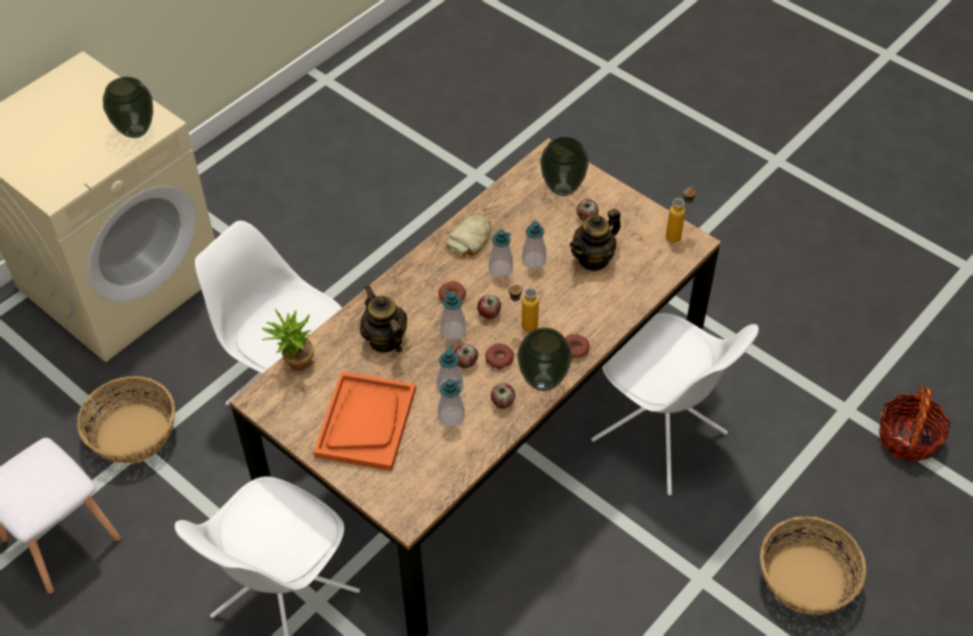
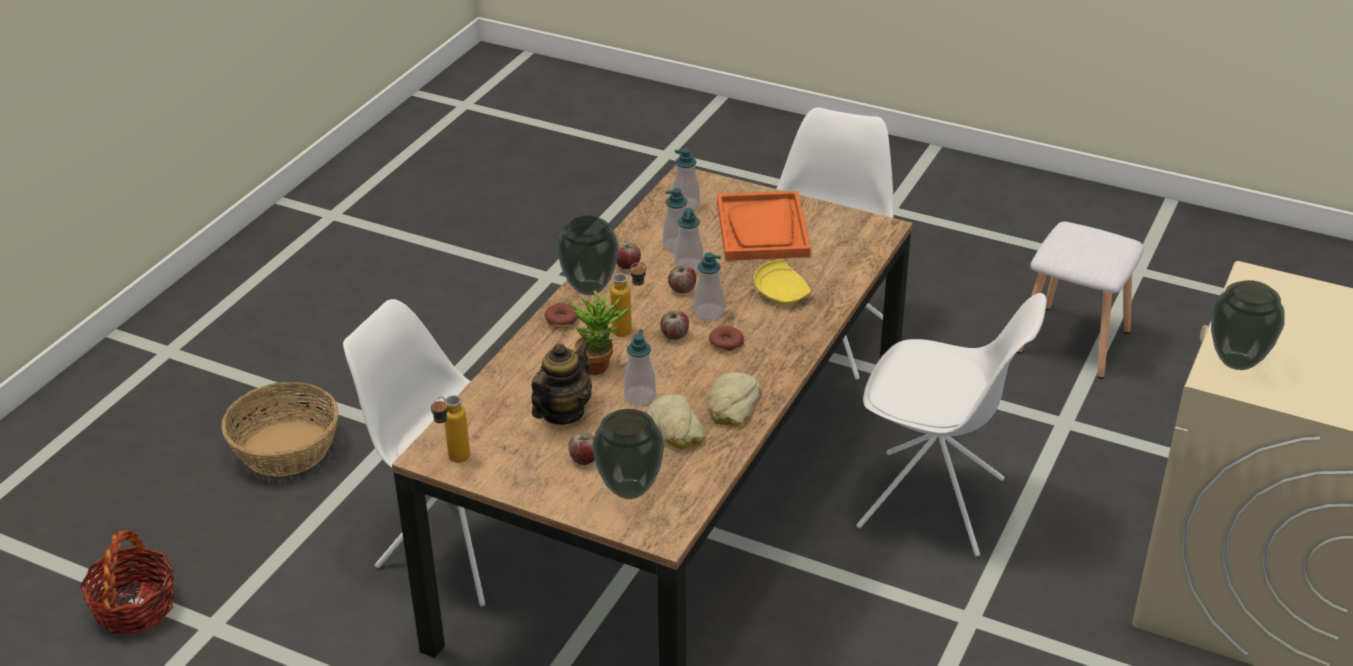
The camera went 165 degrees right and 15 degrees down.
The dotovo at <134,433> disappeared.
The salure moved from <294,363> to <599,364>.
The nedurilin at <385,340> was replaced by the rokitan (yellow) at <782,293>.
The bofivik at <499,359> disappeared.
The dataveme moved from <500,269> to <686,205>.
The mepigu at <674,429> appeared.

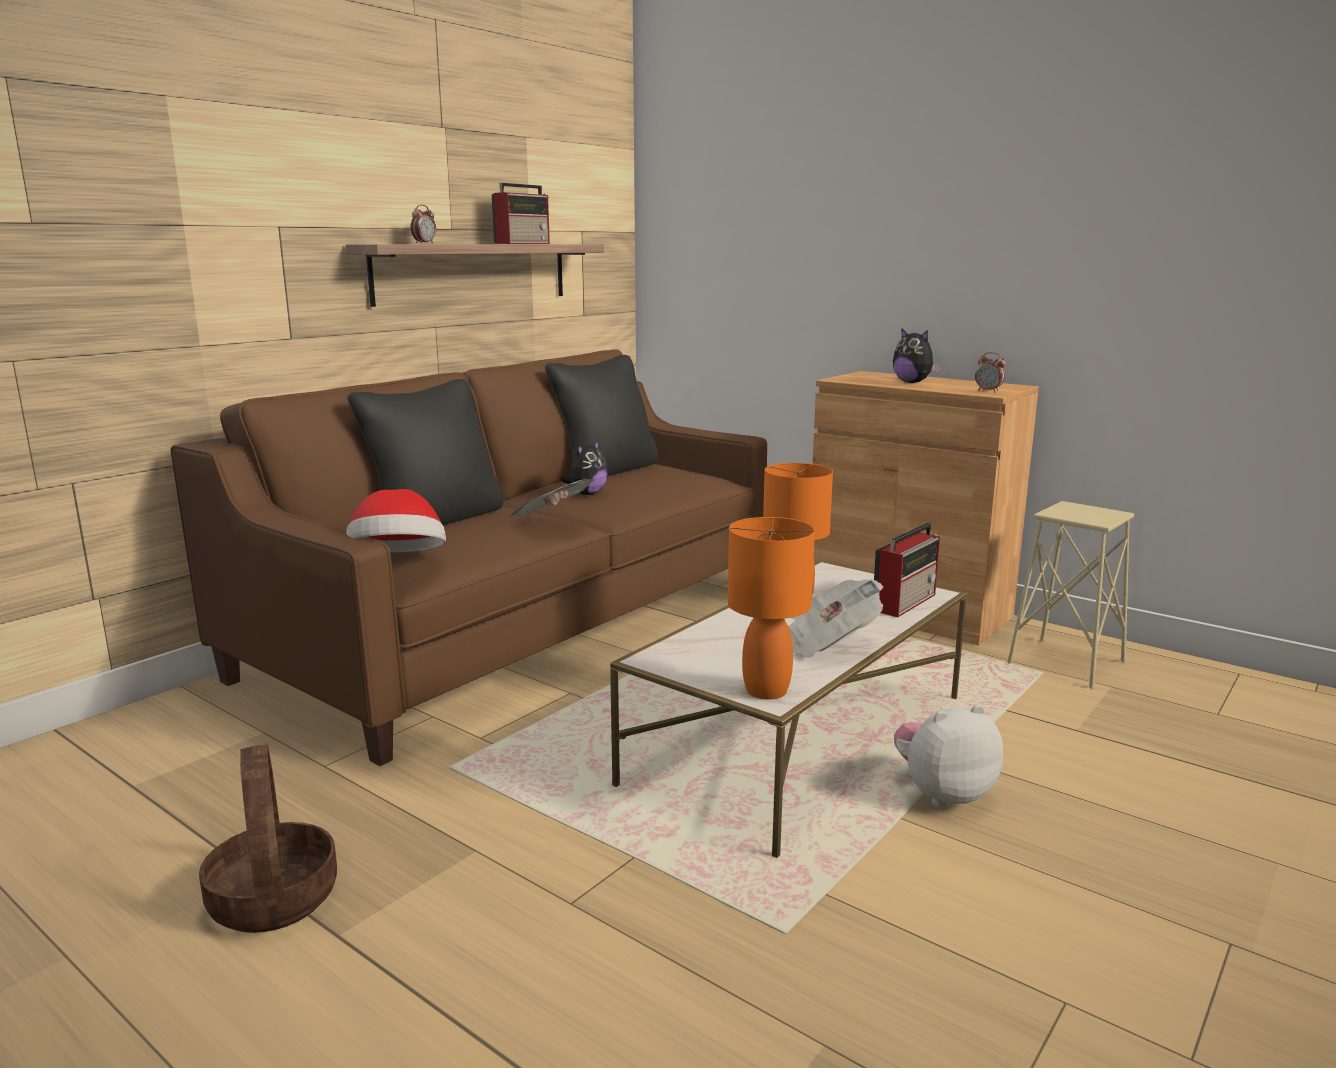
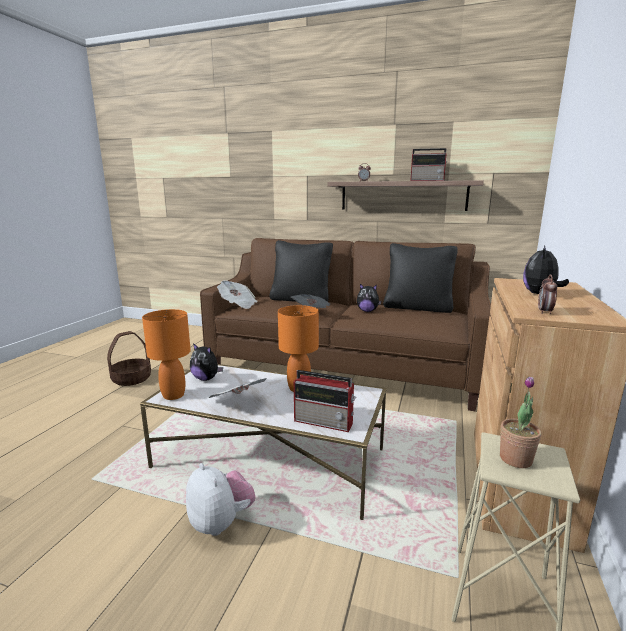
The camera went 70 degrees right and 0 degrees up.
The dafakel at <399,564> was replaced by the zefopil at <238,304>.
The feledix at <206,378> appeared.
The salure at <515,459> appeared.

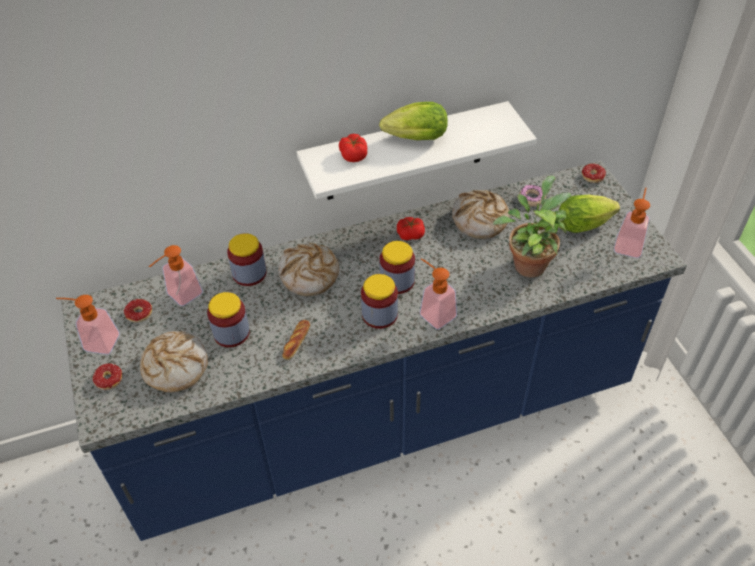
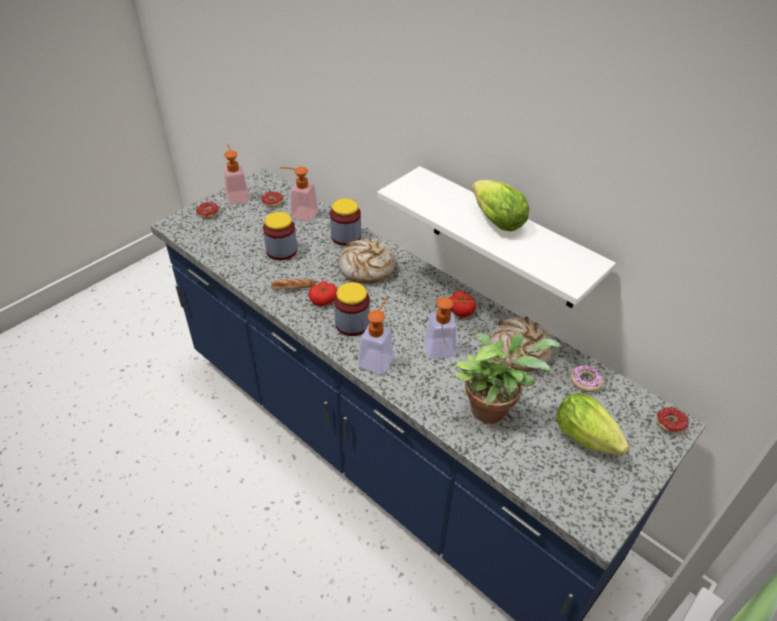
The camera went 60 degrees right and 5 degrees down.
The mepigu at <175,366> disappeared.
The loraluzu moved from <353,155> to <324,300>.
The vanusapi at <397,281> disappeared.
The dataveme moved from <629,243> to <446,348>.

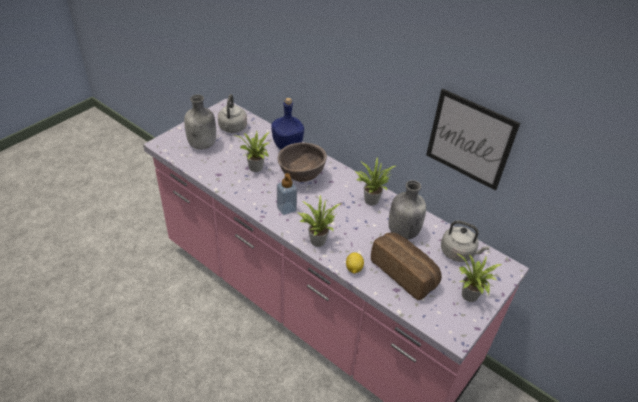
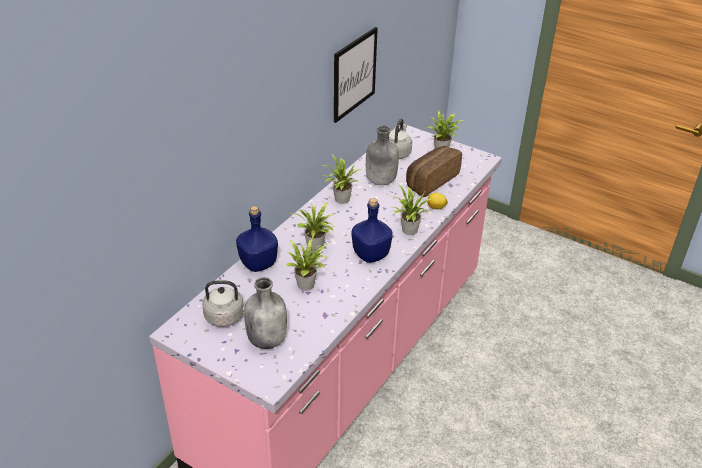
The camera went 95 degrees left and 5 degrees down.
The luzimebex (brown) at <301,177> was replaced by the salure at <315,248>.
The dataveme at <286,209> was replaced by the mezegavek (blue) at <370,254>.

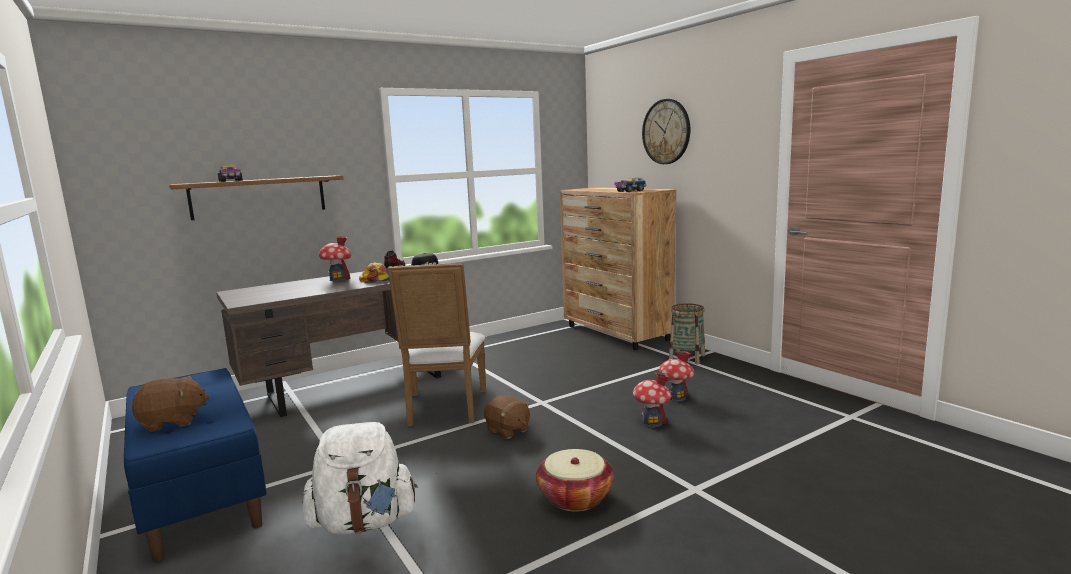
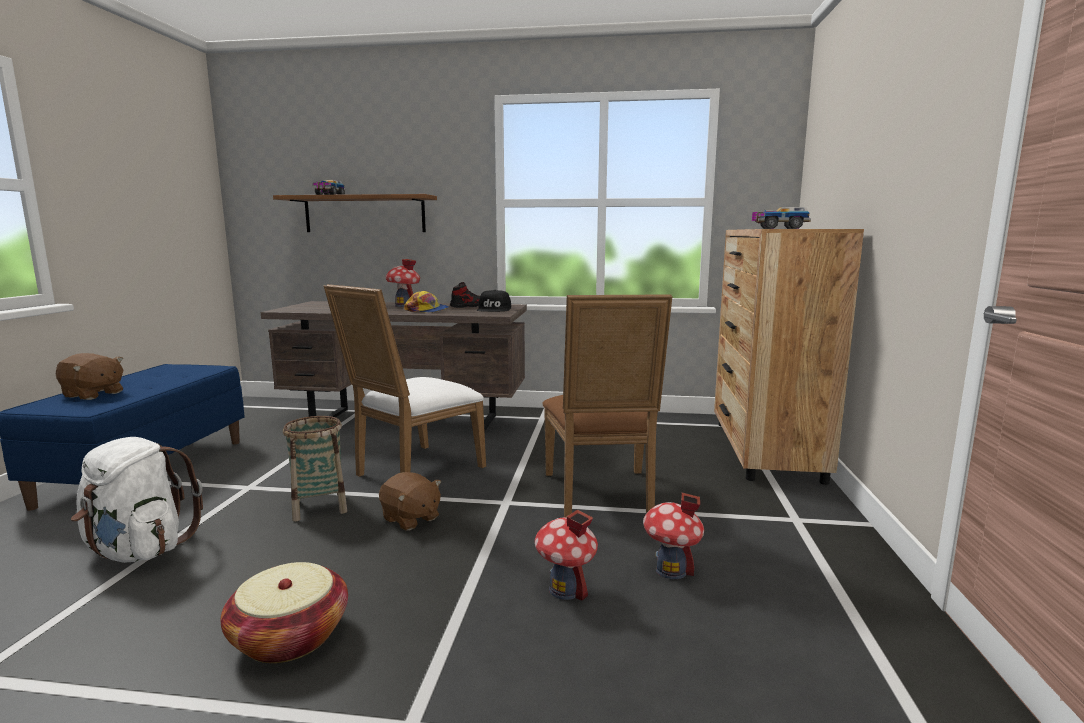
The camera went 40 degrees right and 0 degrees up.
The feledix (brown) at <507,430> turned 45 degrees counterclockwise.
The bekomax at <666,132> disappeared.
The dotovo moved from <687,358> to <319,506>.
The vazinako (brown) at <601,496> appeared.

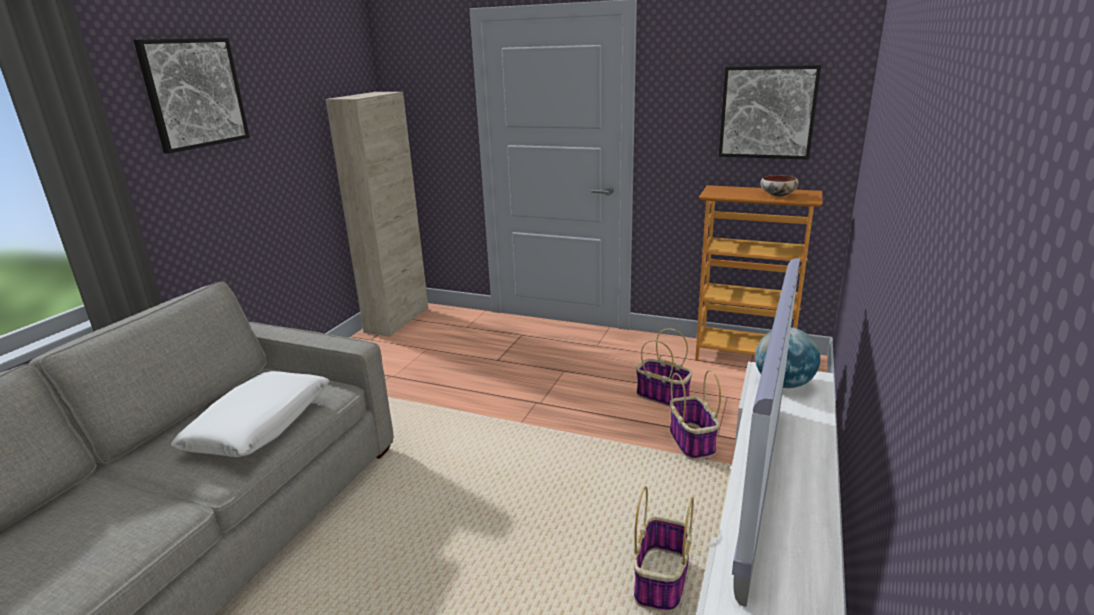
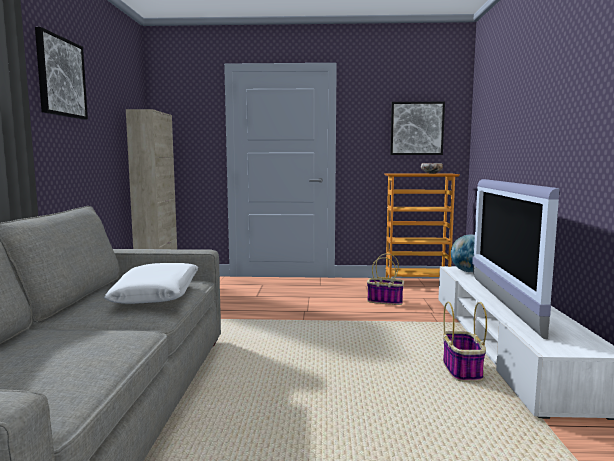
The camera went 20 degrees left and 15 degrees down.
The dotovo at <692,442> disappeared.

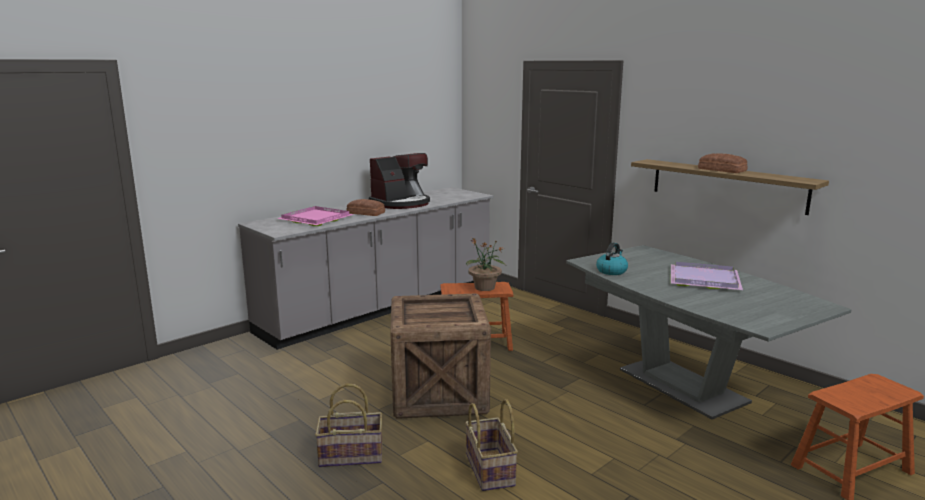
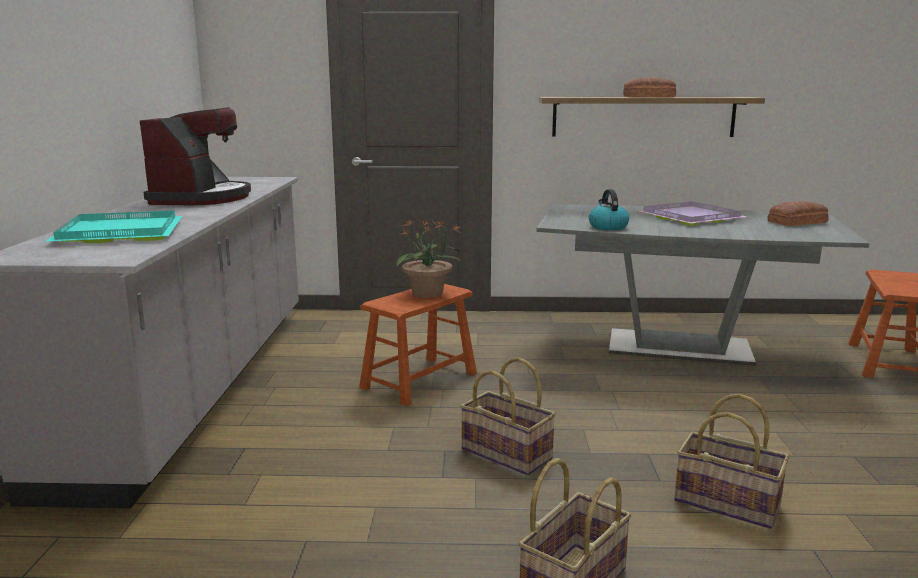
The camera went 45 degrees left and 0 degrees up.
The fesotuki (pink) at <316,219> became the fesotuki (turquoise) at <121,233>.
The mepigu moved from <366,213> to <798,222>.
The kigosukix at <440,395> was replaced by the dotovo at <507,453>.

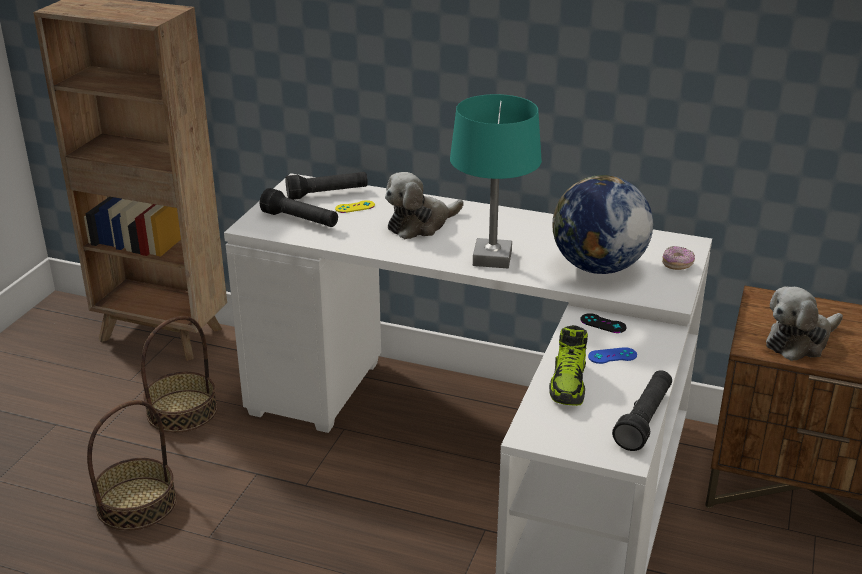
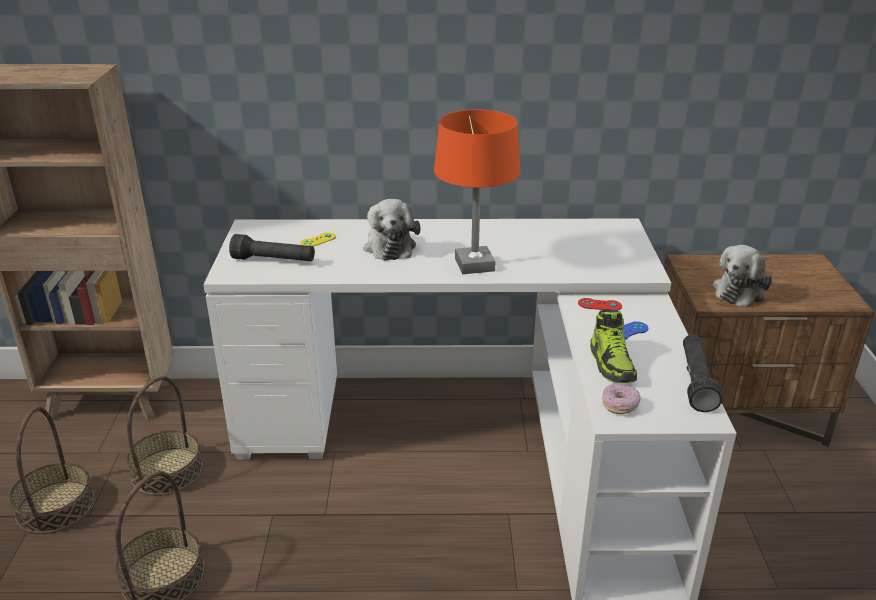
The camera went 20 degrees left and 0 degrees up.
The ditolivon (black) at <327,194> disappeared.
The feledix at <420,224> turned 45 degrees counterclockwise.
The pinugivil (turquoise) at <492,259> became the pinugivil (orange) at <475,265>.
The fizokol at <597,267> disappeared.
The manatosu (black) at <603,323> became the manatosu (red) at <599,305>.
The bofivik moved from <677,265> to <619,406>.
The dotovo at <55,506> appeared.

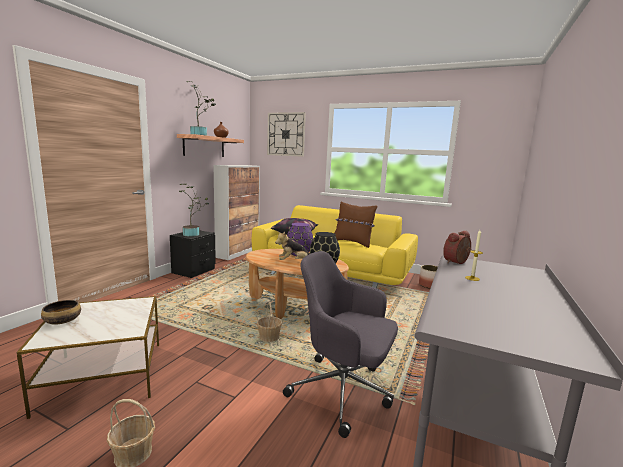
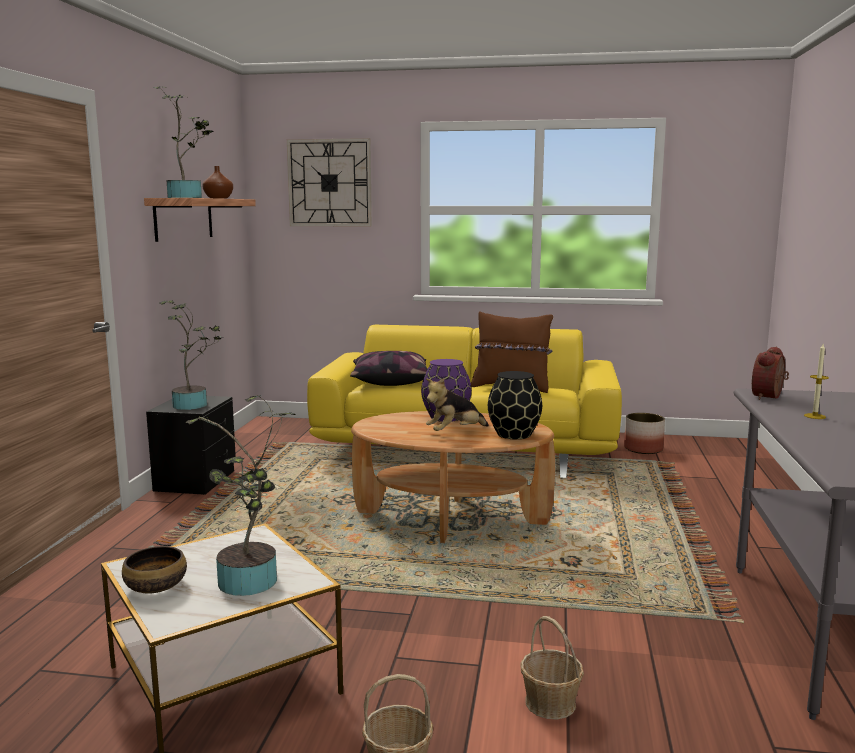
The camera went 15 degrees left and 0 degrees up.
The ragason at <238,252> disappeared.
The dotovo moved from <269,337> to <550,703>.
The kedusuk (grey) at <343,391> disappeared.
The salure at <249,584> appeared.

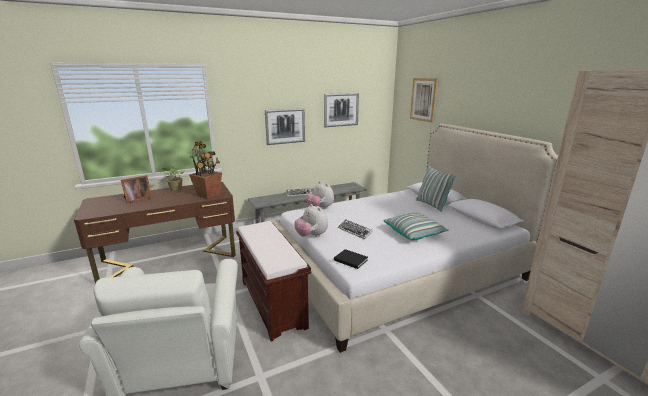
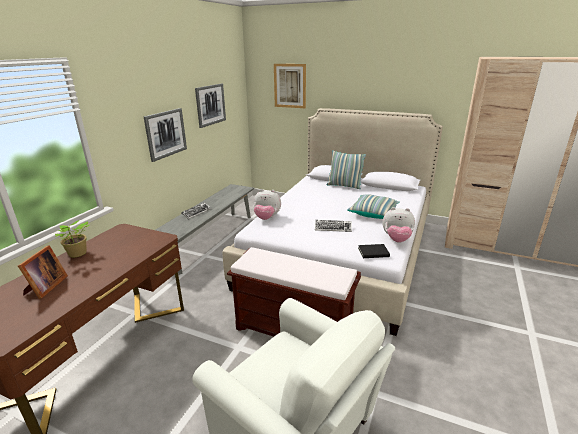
The camera went 40 degrees left and 5 degrees up.
The salure at <208,195> disappeared.
The feledix moved from <311,236> to <397,239>.

